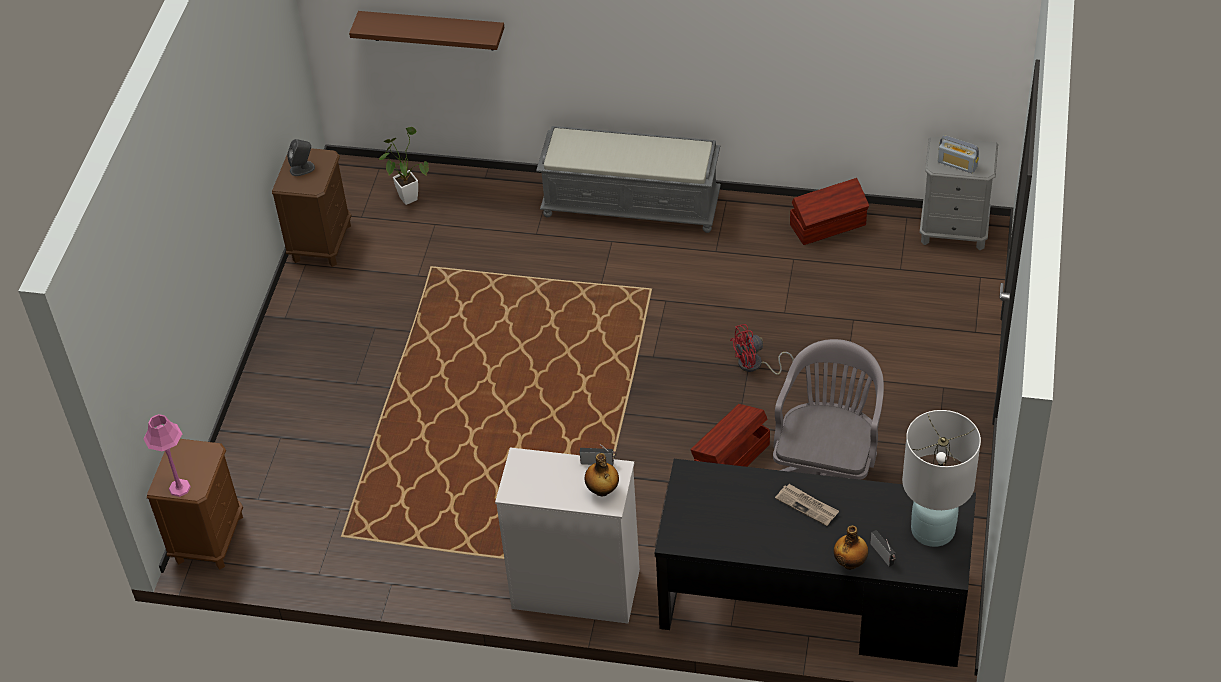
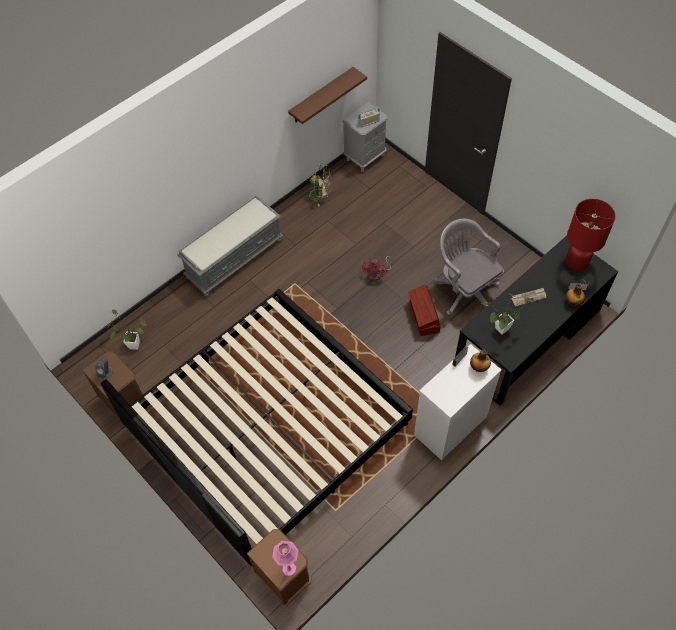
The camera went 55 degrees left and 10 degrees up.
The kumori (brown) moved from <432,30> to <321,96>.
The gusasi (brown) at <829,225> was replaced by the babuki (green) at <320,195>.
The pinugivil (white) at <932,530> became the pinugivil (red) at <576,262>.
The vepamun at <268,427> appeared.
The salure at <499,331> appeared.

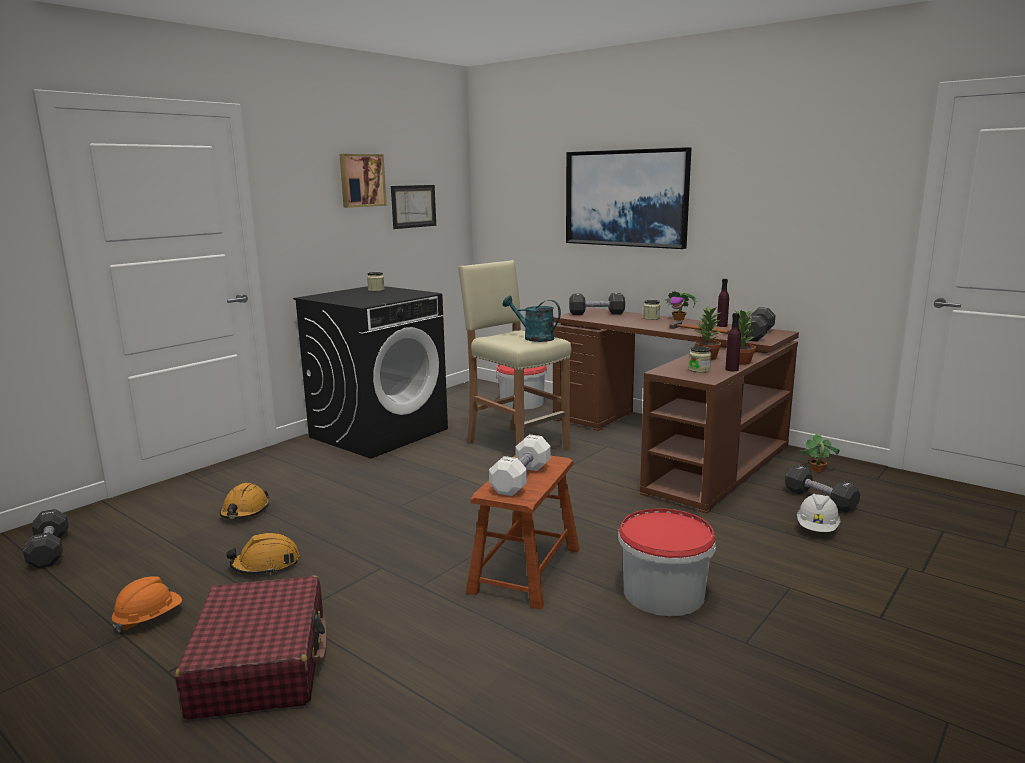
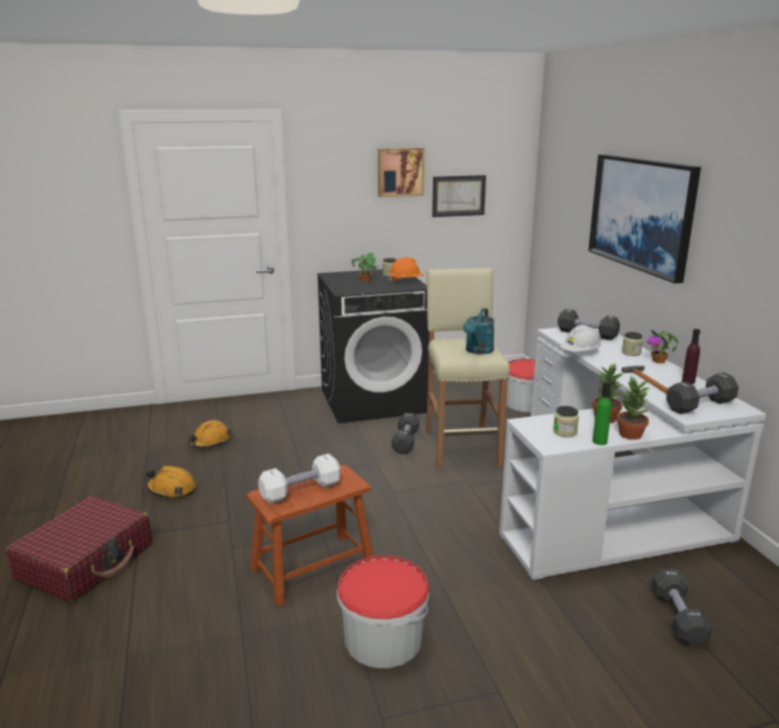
The camera went 35 degrees right and 5 degrees up.
The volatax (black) moved from <49,551> to <405,442>.
The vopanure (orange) moved from <149,619> to <406,281>.
The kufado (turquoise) at <533,338> turned 135 degrees counterclockwise.
The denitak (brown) at <673,445> became the denitak (white) at <608,496>.
The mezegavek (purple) at <731,369> became the mezegavek (green) at <599,441>.
The vopanure (white) moved from <817,529> to <580,353>.
The salure moved from <816,469> to <365,280>.

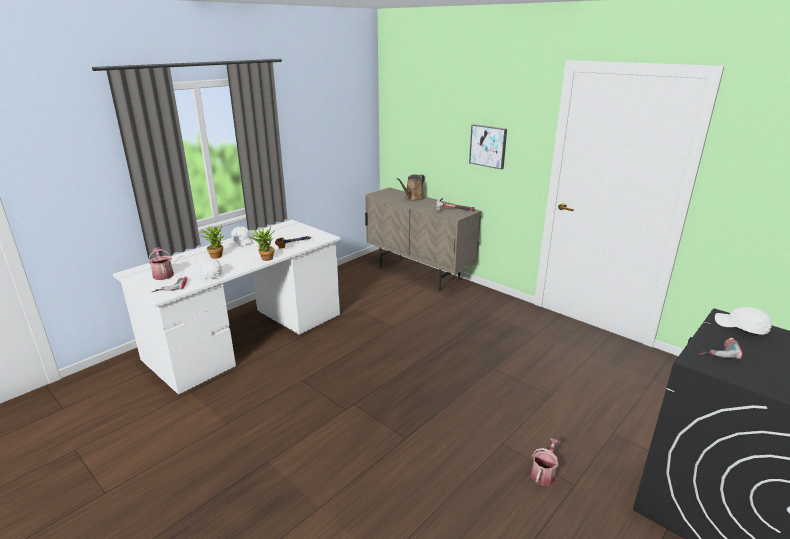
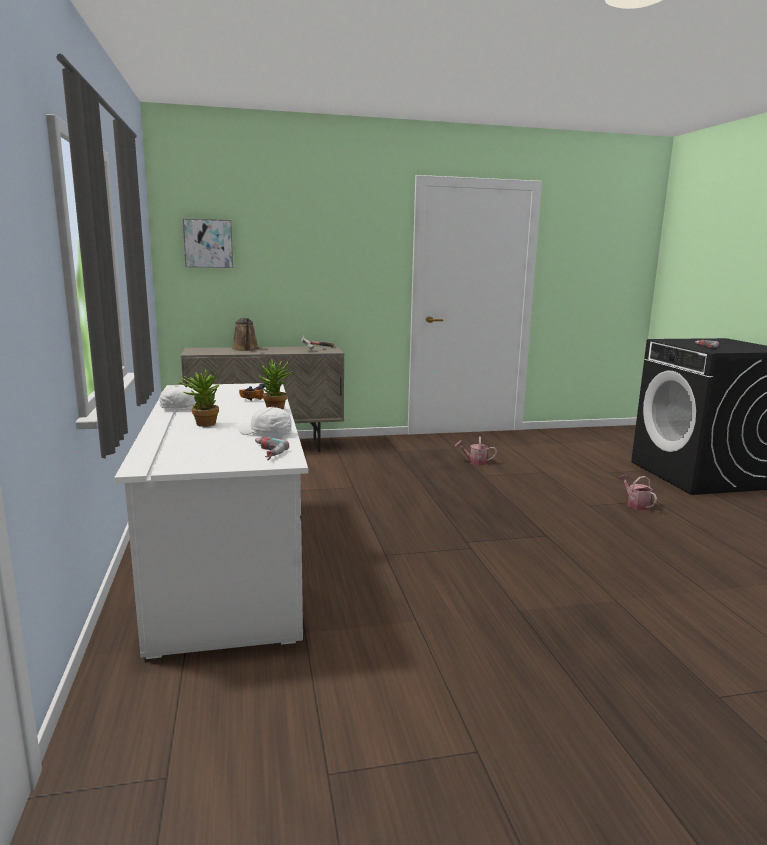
The camera went 55 degrees left and 10 degrees down.
The kufado moved from <163,274> to <475,462>.
The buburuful moved from <488,146> to <208,243>.
The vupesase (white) at <741,327> disappeared.

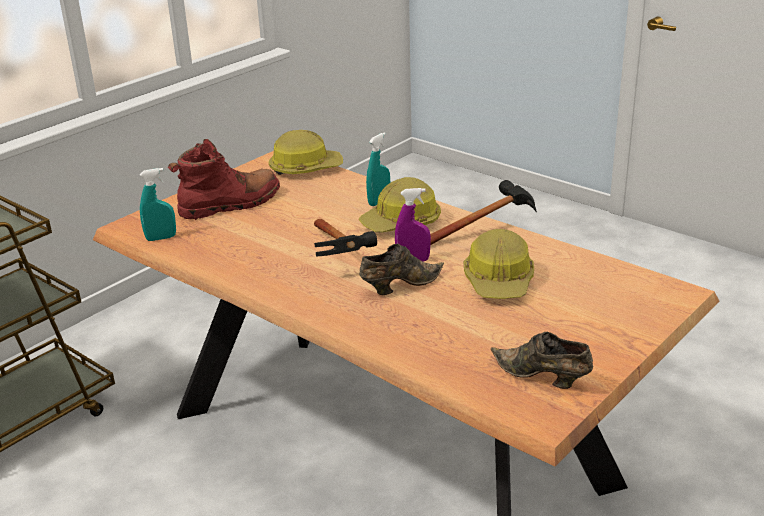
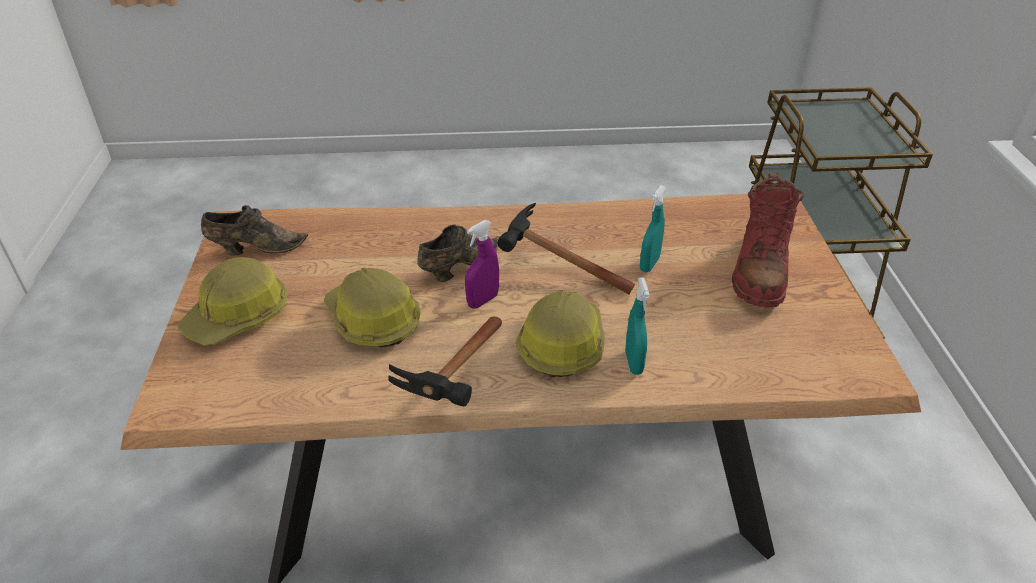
The camera went 135 degrees right and 10 degrees up.
The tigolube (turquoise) moved from <161,238> to <649,264>.
The vopanure moved from <305,168> to <239,316>.
The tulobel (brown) at <399,286> turned 150 degrees counterclockwise.

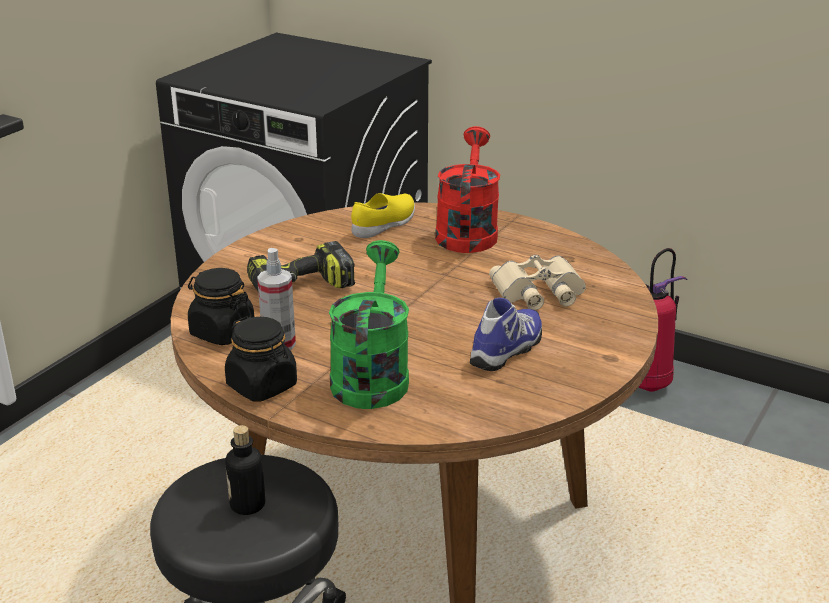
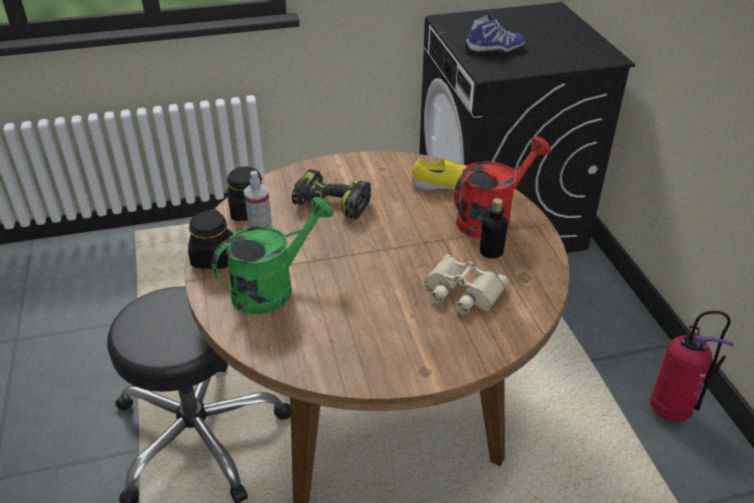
The camera went 45 degrees right and 10 degrees up.
The mezegavek moved from <247,505> to <491,252>.
The tulobel moved from <508,350> to <495,50>.

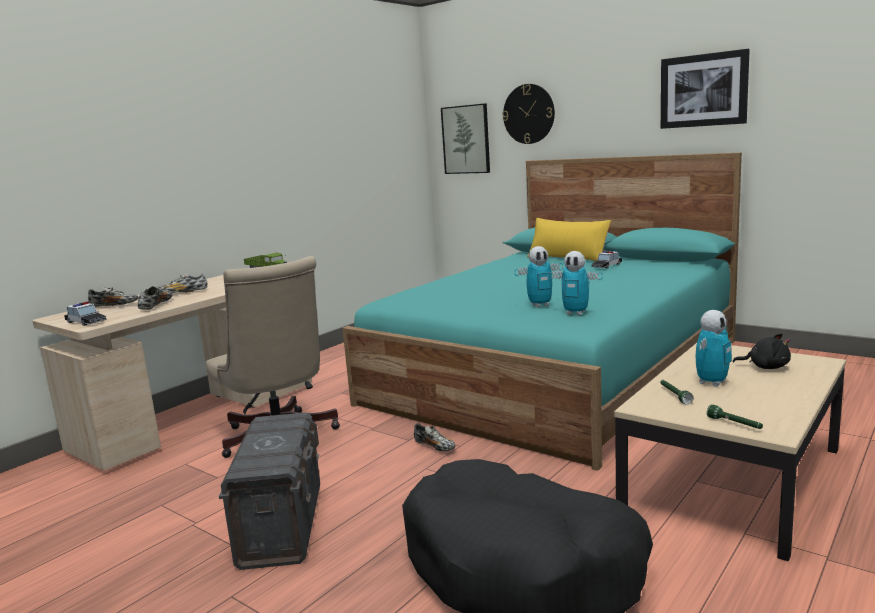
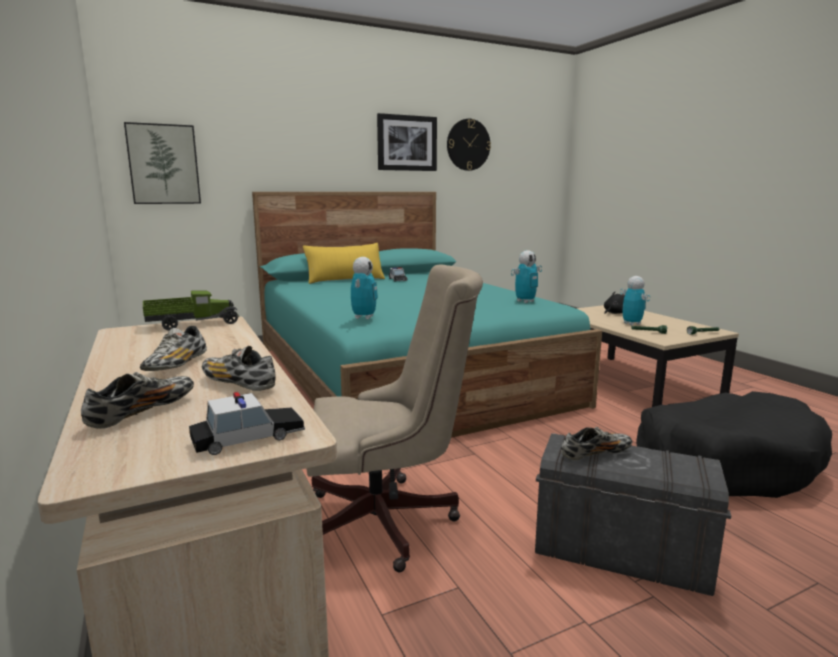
The camera went 65 degrees left and 0 degrees up.
The tulobel moved from <435,447> to <595,454>.
The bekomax moved from <529,114> to <468,145>.
The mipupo moved from <540,305> to <364,317>.

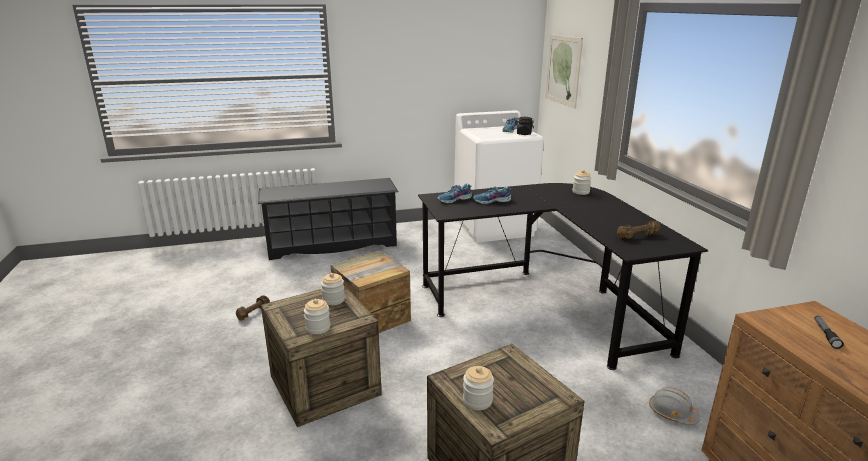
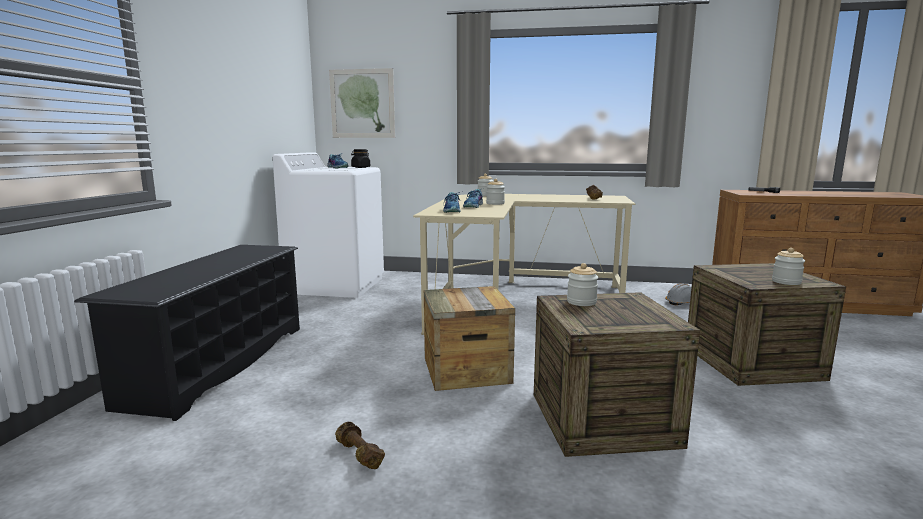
The camera went 65 degrees left and 10 degrees down.
The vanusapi moved from <318,328> to <495,203>.
The denitak (black) at <546,304> became the denitak (beige) at <513,300>.

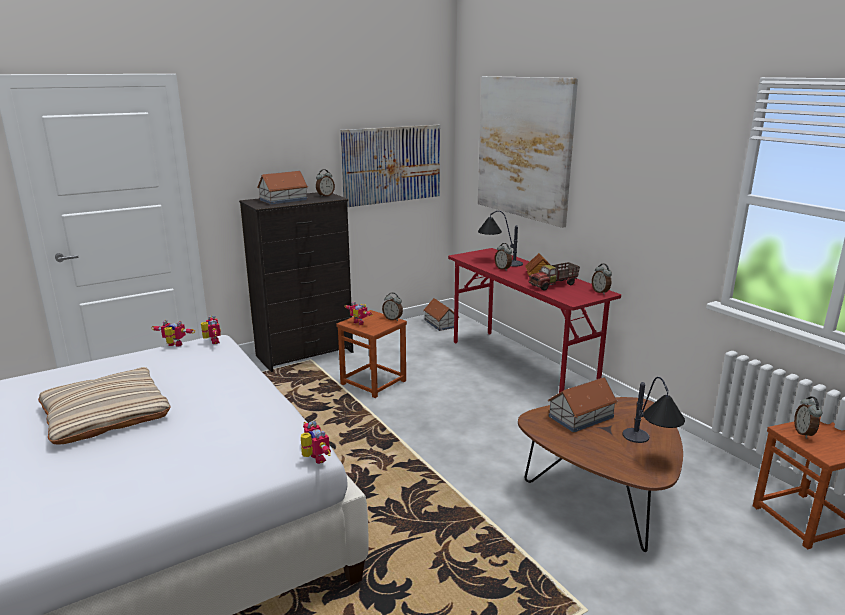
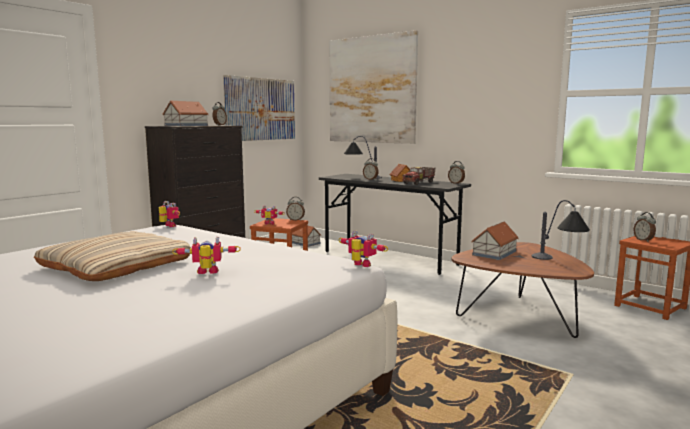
The camera went 20 degrees left and 10 degrees down.
The mipupo moved from <173,346> to <207,273>.
The denitak (red) at <521,365> became the denitak (grey) at <390,258>.

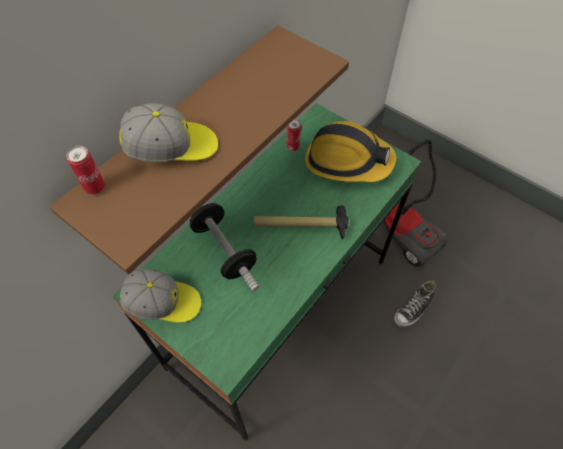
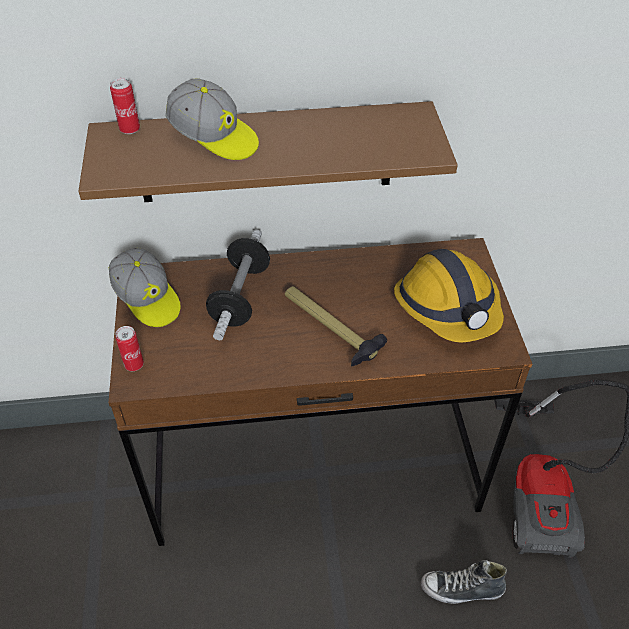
The camera went 45 degrees right and 10 degrees down.
The denitak (green) at <280,312> became the denitak (brown) at <314,466>.
The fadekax moved from <293,147> to <134,365>.

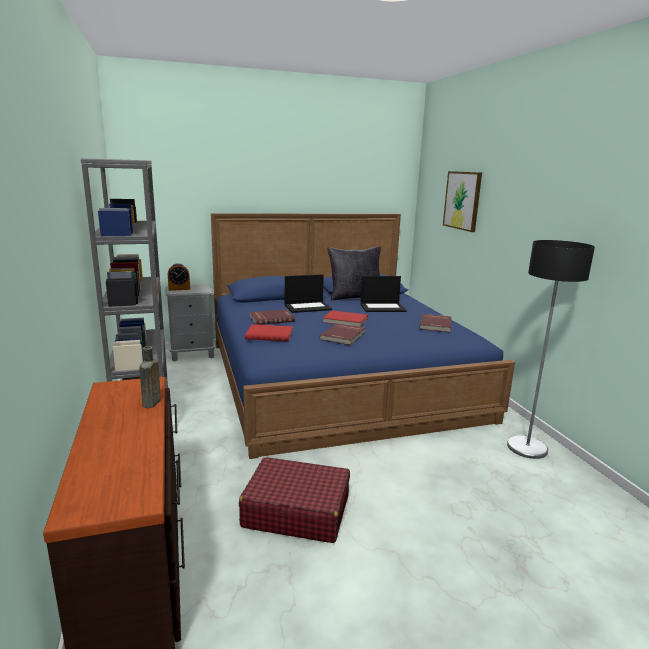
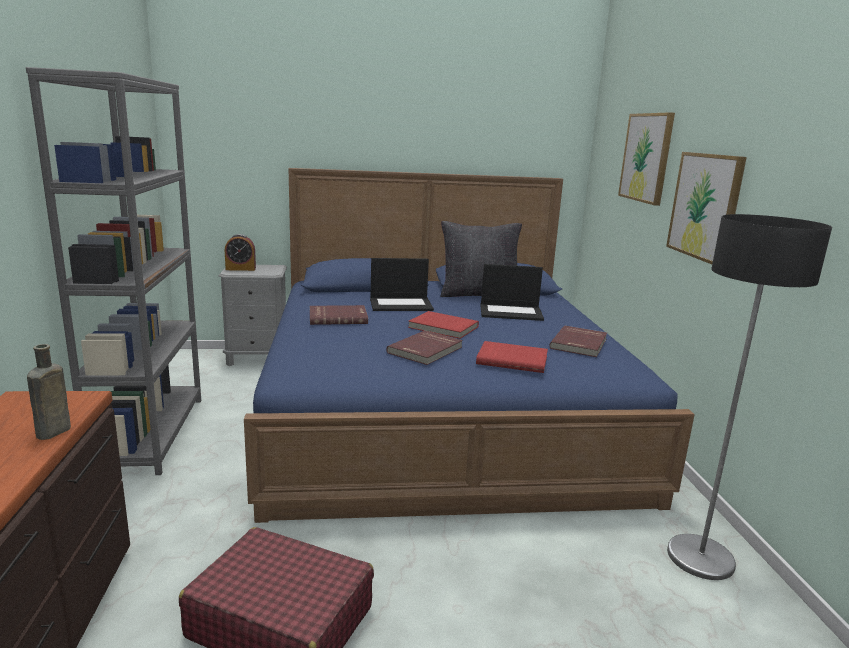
The camera went 10 degrees right and 0 degrees up.
The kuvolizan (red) moved from <269,334> to <512,359>.
The buburuful at <705,206> appeared.

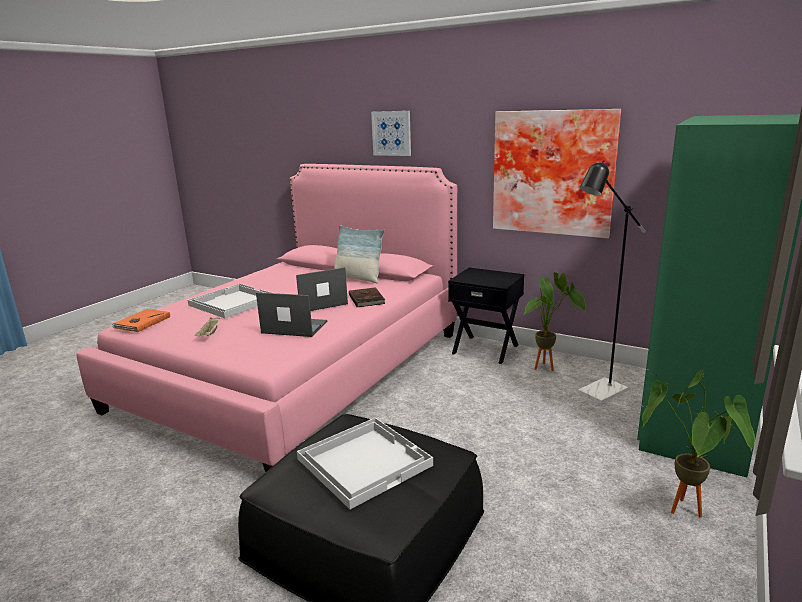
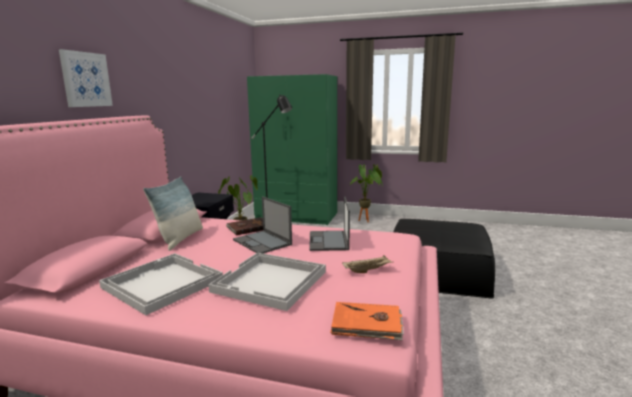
The camera went 105 degrees left and 5 degrees down.
The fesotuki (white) moved from <364,461> to <161,283>.
The buburuful at <553,172> disappeared.

